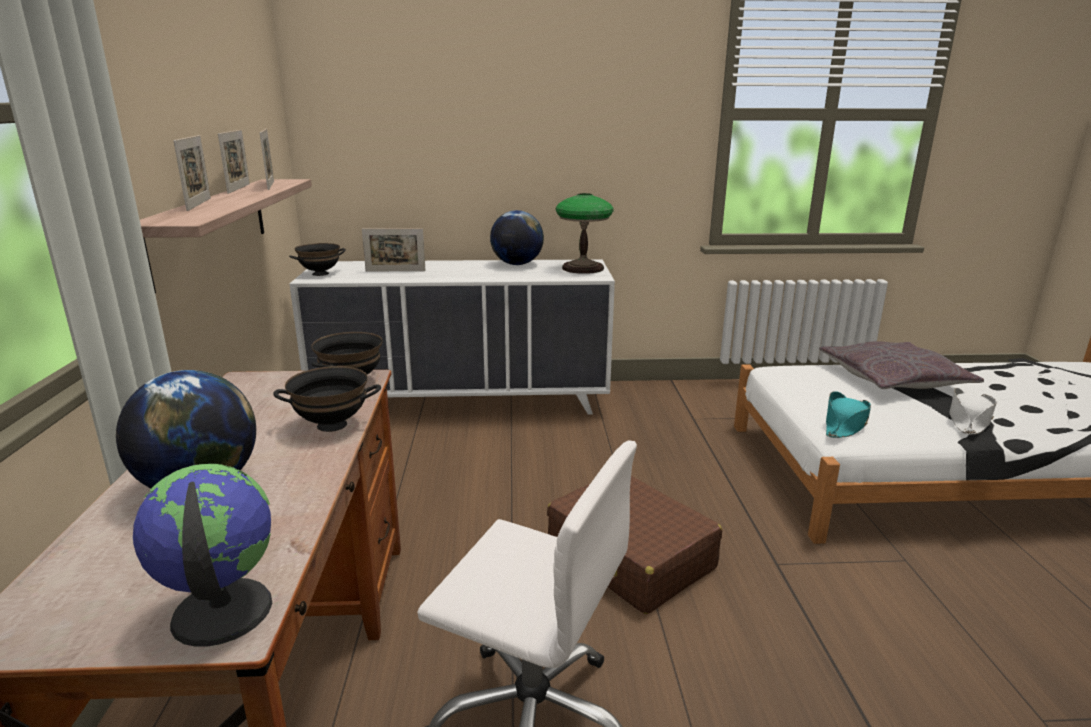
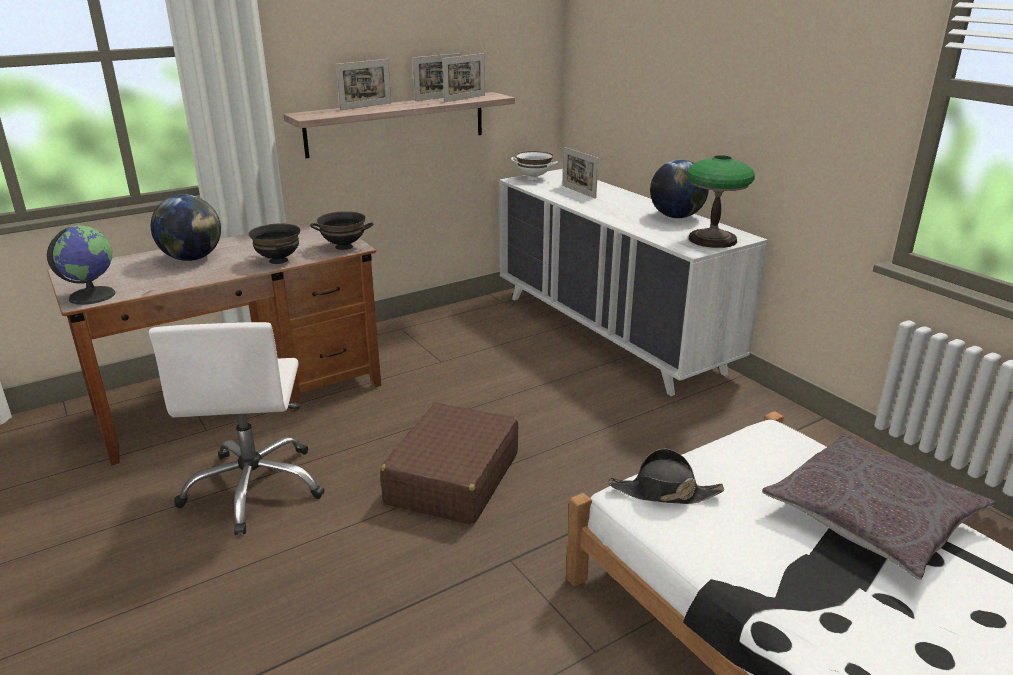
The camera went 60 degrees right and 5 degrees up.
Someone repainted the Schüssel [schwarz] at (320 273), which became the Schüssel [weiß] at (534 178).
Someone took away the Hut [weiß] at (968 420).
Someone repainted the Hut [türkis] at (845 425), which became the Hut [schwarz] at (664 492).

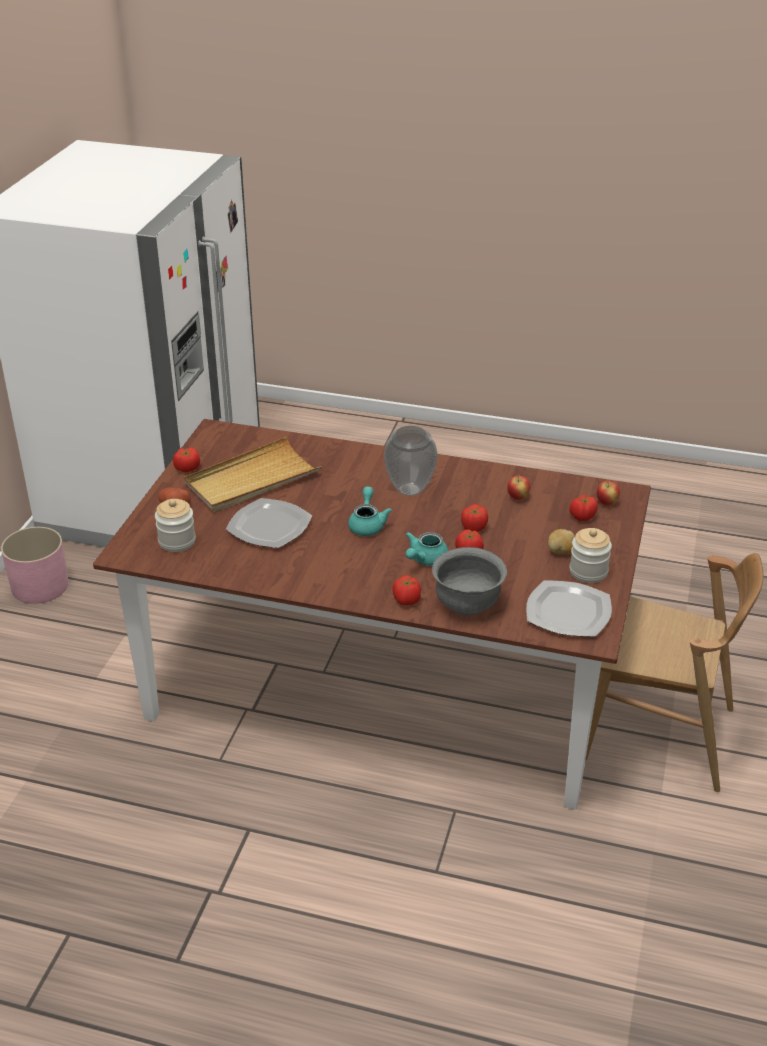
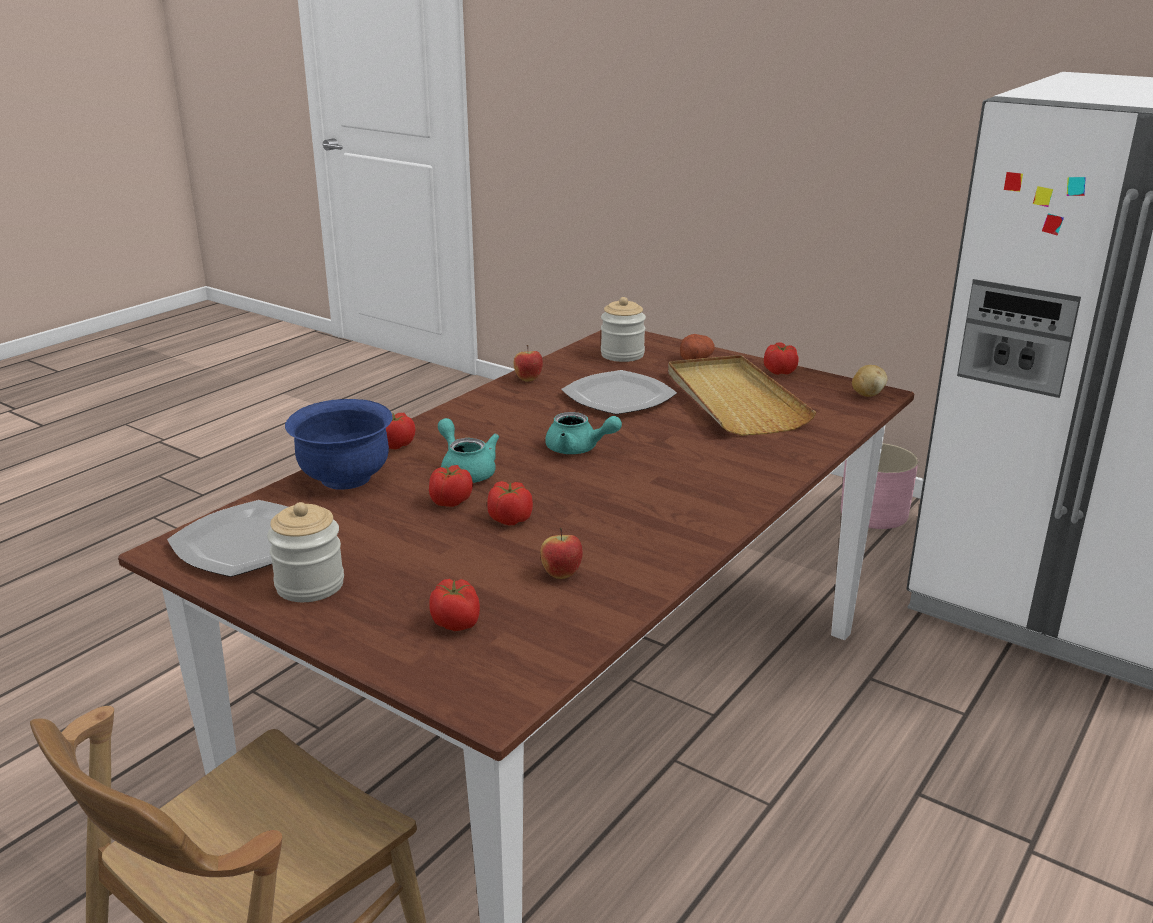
The camera went 110 degrees right and 10 degrees down.
Someone took away the Vase at (411 490).
Someone carried the Apfel from (607 503) to (528 380).
Someone carried the Kartoffel from (561 552) to (867 395).
Someone repainted the Schüssel [grau] at (467 605), which became the Schüssel [blau] at (345 479).

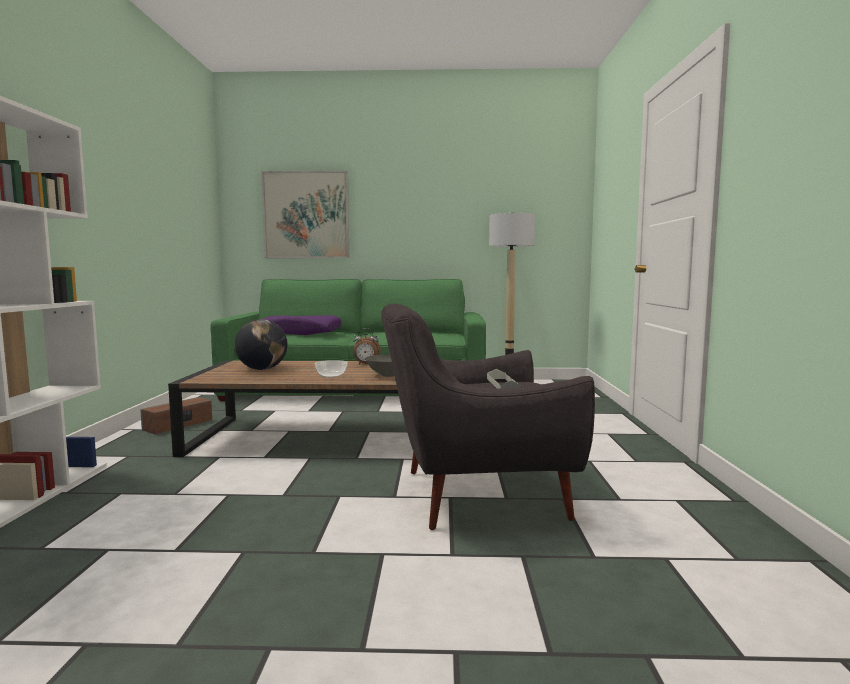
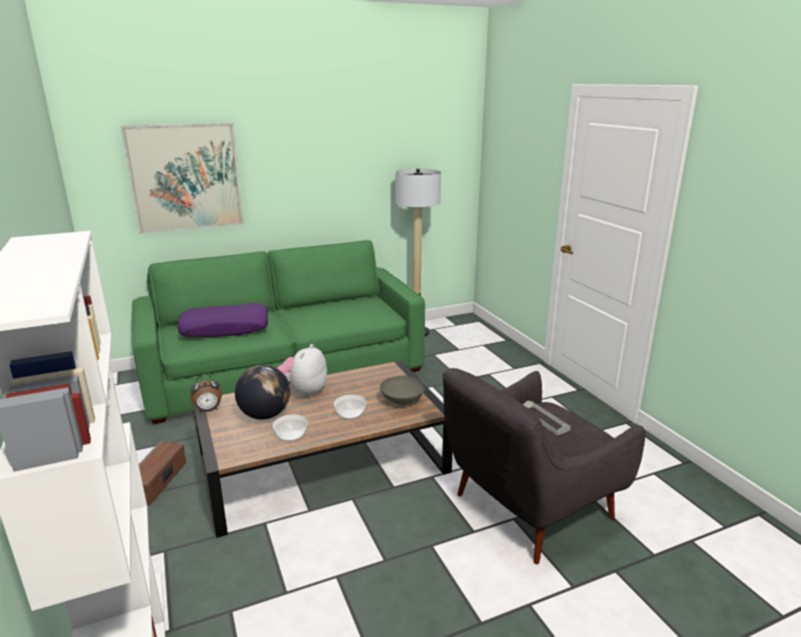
The camera went 25 degrees left and 15 degrees up.
Someone carried the Wecker from (366 364) to (208 410).
Someone put down the Plüschtier at (303 391).
Someone put down the Schüssel at (291 434).

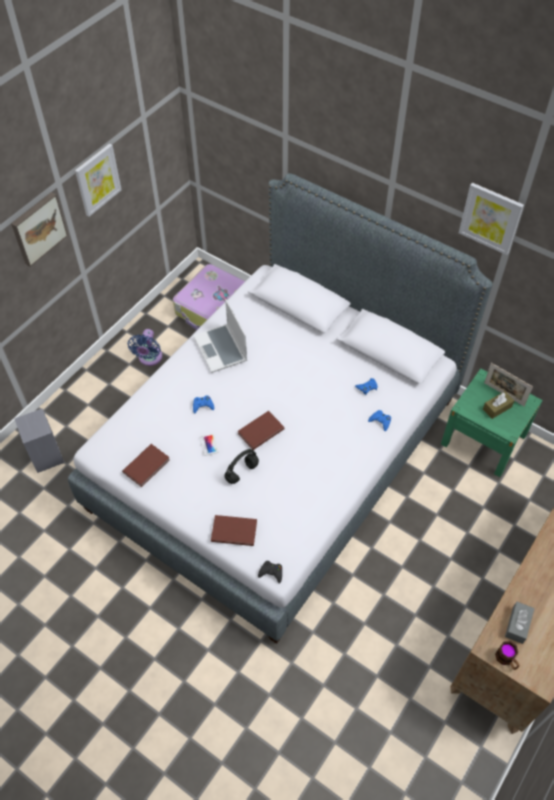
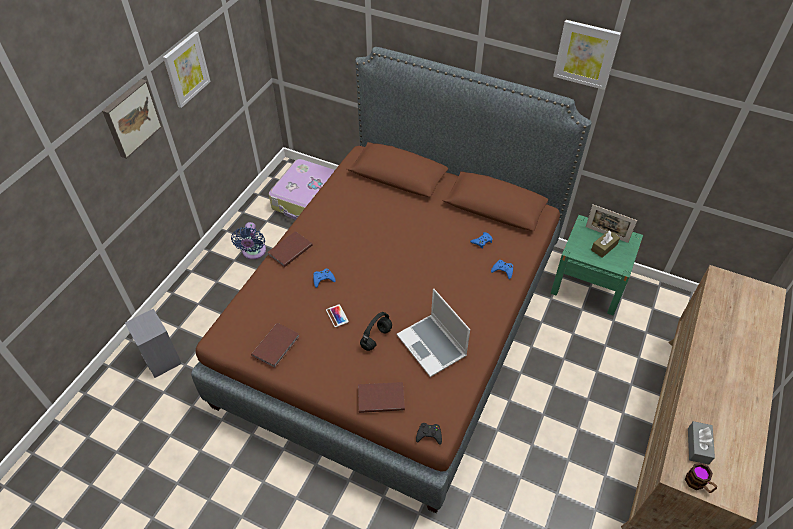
The camera went 10 degrees left and 5 degrees down.
Someone repainted the Bett [grau] at (276 451), which became the Bett [braun] at (395 322).
Someone carried the Laptop from (221 349) to (432 346).
Someone carried the Buch [braun] from (260 431) to (289 250).

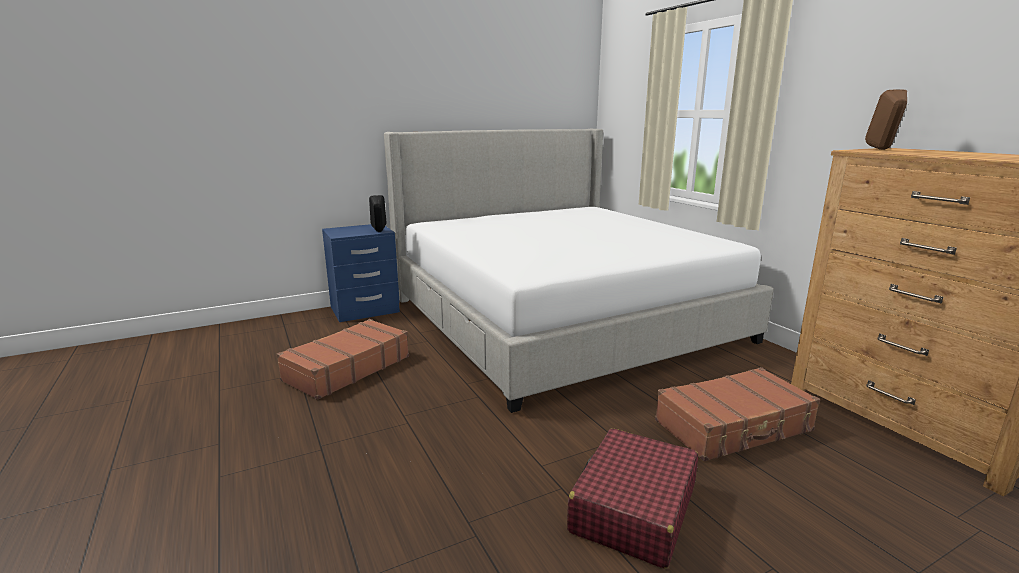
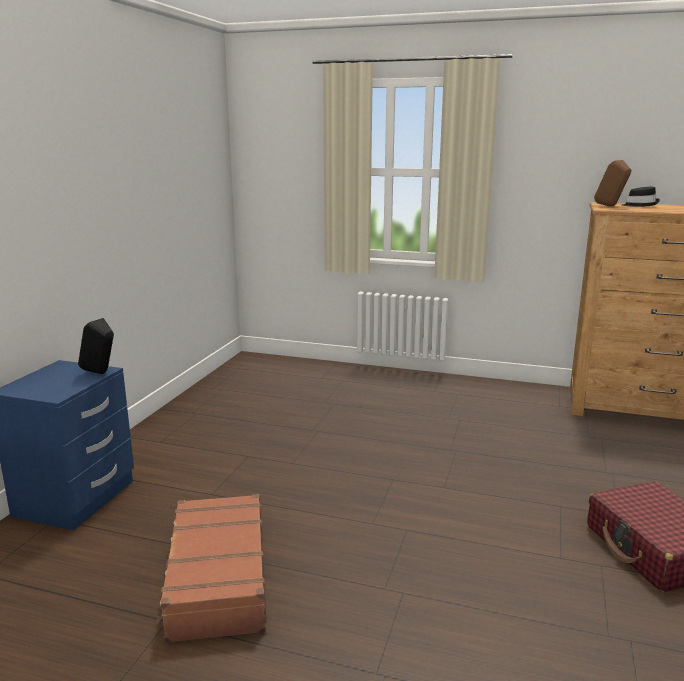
The camera went 45 degrees left and 0 degrees up.
Someone took away the Bett at (559 318).
Someone took away the Koffer [braun] at (734 426).
Someone put down the Hut [schwarz] at (639 205).

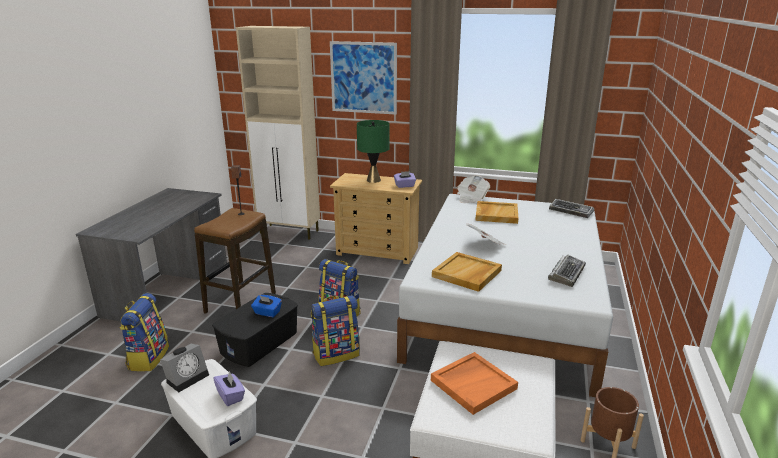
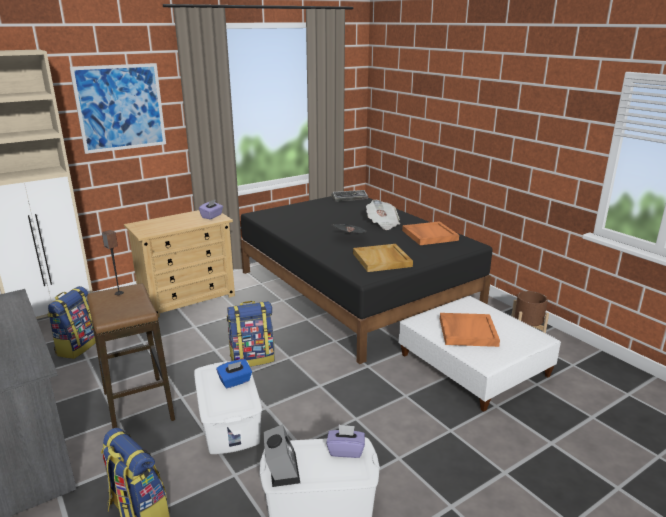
The camera went 50 degrees left and 0 degrees up.
Someone took away the Tischlampe [grün] at (373 180).
Someone carried the Zeitung from (471 198) to (382 224).
Someone repainted the Bett [weiß] at (506 307), which became the Bett [schwarz] at (356 291).
Someone took away the Tablett [beige] at (496 214).
Someone swapped the Tastatur at (566 274) for the Tablett [orange] at (429 235).
Someone repainted the Aufbewahrungsbox [schwarz] at (260 343), which became the Aufbewahrungsbox [weiß] at (230 421).
Someone carried the Rucksack from (336 354) to (77 347).

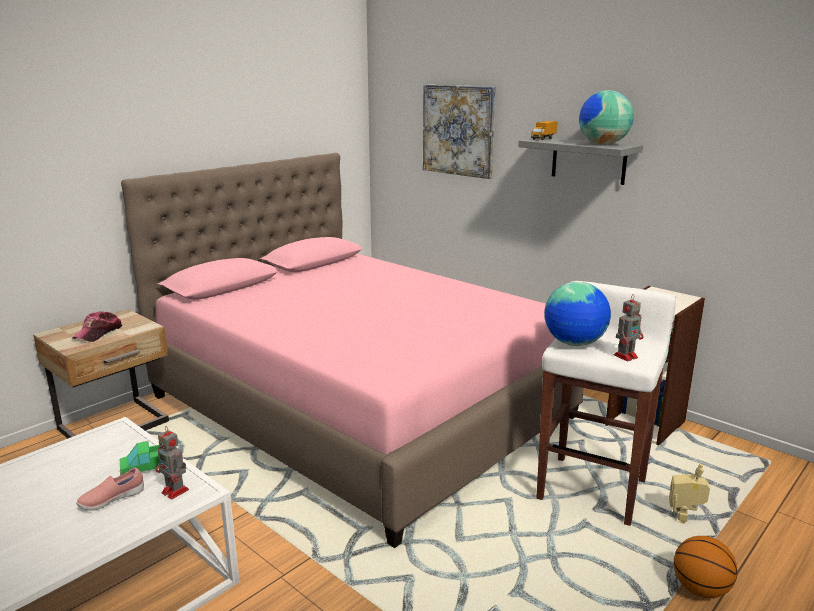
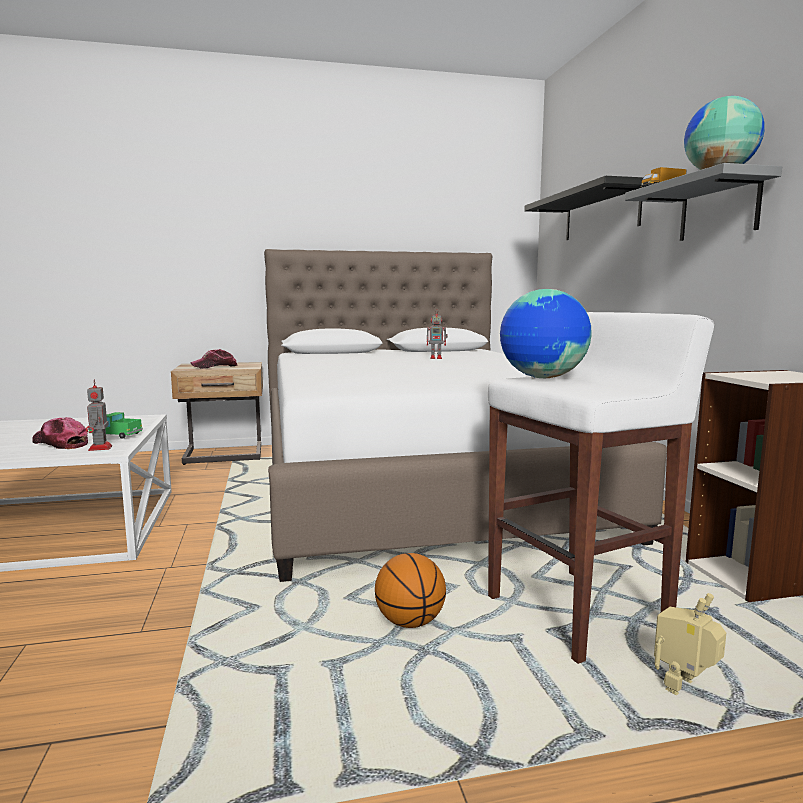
The camera went 35 degrees right and 10 degrees down.
Someone swapped the Bild at (458 130) for the Wandregal [schwarz] at (600 214).
Someone repainted the Bett [rosa] at (359 406), which became the Bett [weiß] at (417 483).
Someone carried the Spielzeugroboter from (626 356) to (437 358).
Someone swapped the Schuh [rosa] at (112 500) for the Kappe at (60 443).
Someone carried the Basketball from (700 589) to (410 622).

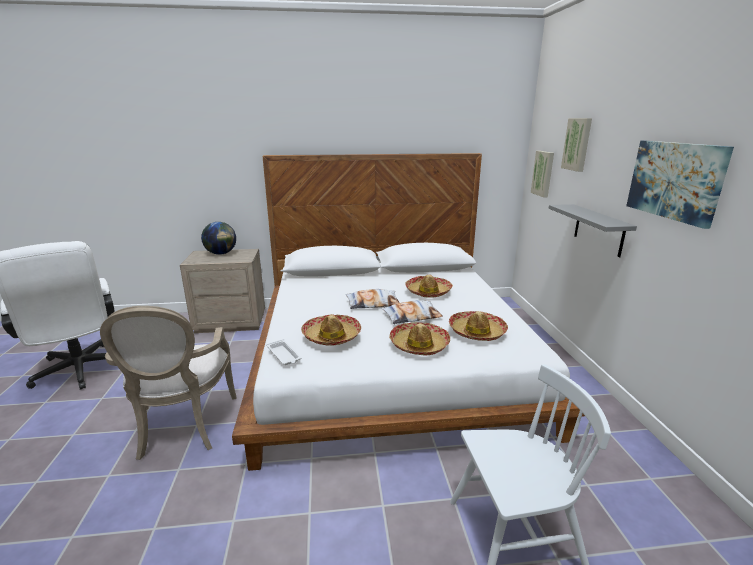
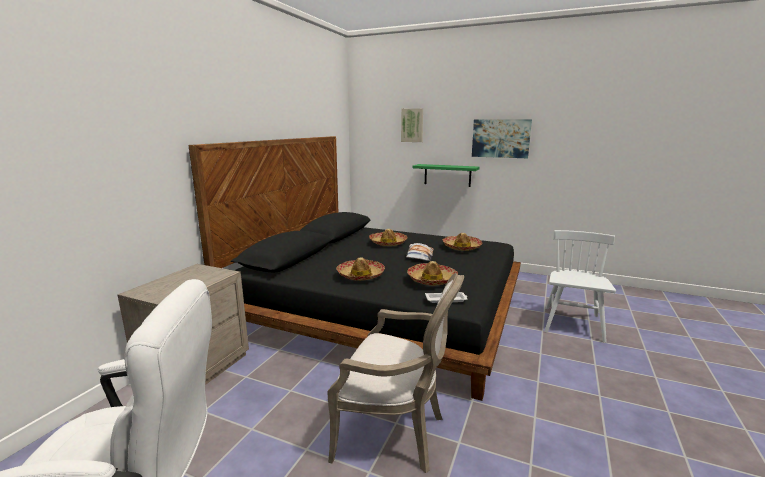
The camera went 60 degrees left and 5 degrees down.
Someone took away the Bild at (543 173).
Someone repainted the Bett [weiß] at (390 359), which became the Bett [schwarz] at (384 307).
Someone repainted the Wandregal [grau] at (598 230), which became the Wandregal [grün] at (447 175).
Someone took away the Globus at (221 253).
Someone took away the Kissen at (373 303).
Someone carried the Hut from (419 345) to (360 275).

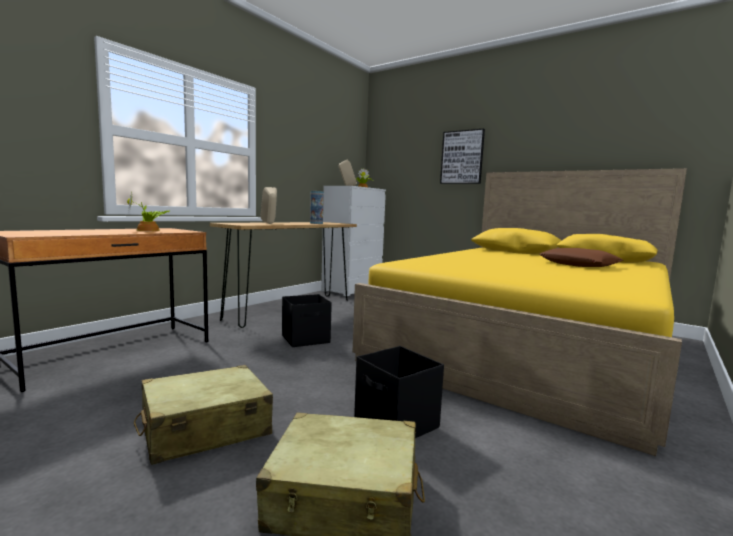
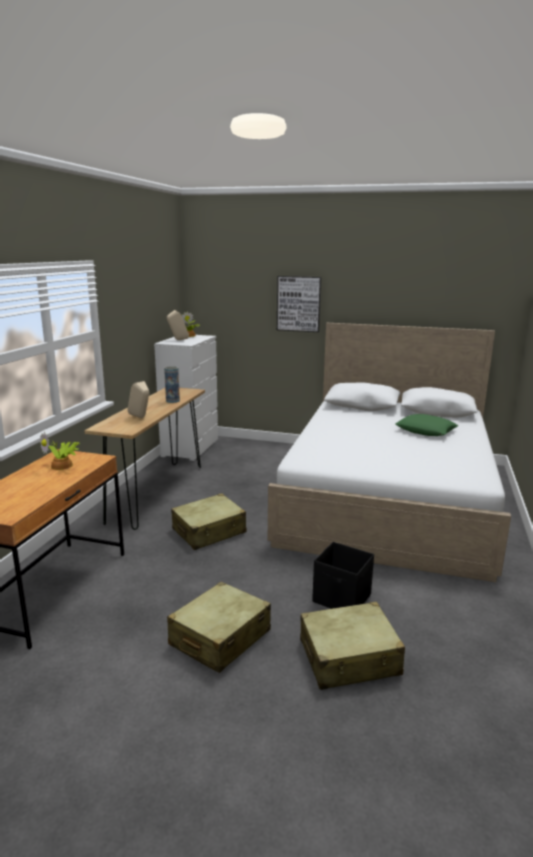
The camera went 20 degrees left and 10 degrees up.
Someone repainted the Bett [gelb] at (529 345), which became the Bett [weiß] at (389 498).
Someone repainted the Kissen [braun] at (578 264), which became the Kissen [grün] at (426 430).
Someone swapped the Aufbewahrungsbox [schwarz] at (306 339) for the Koffer [beige] at (209 531).

